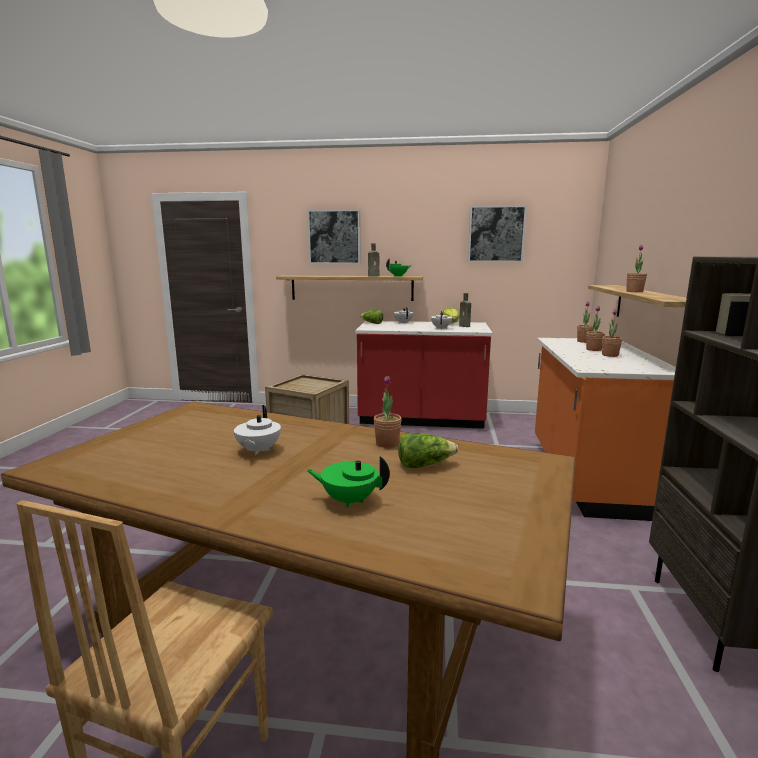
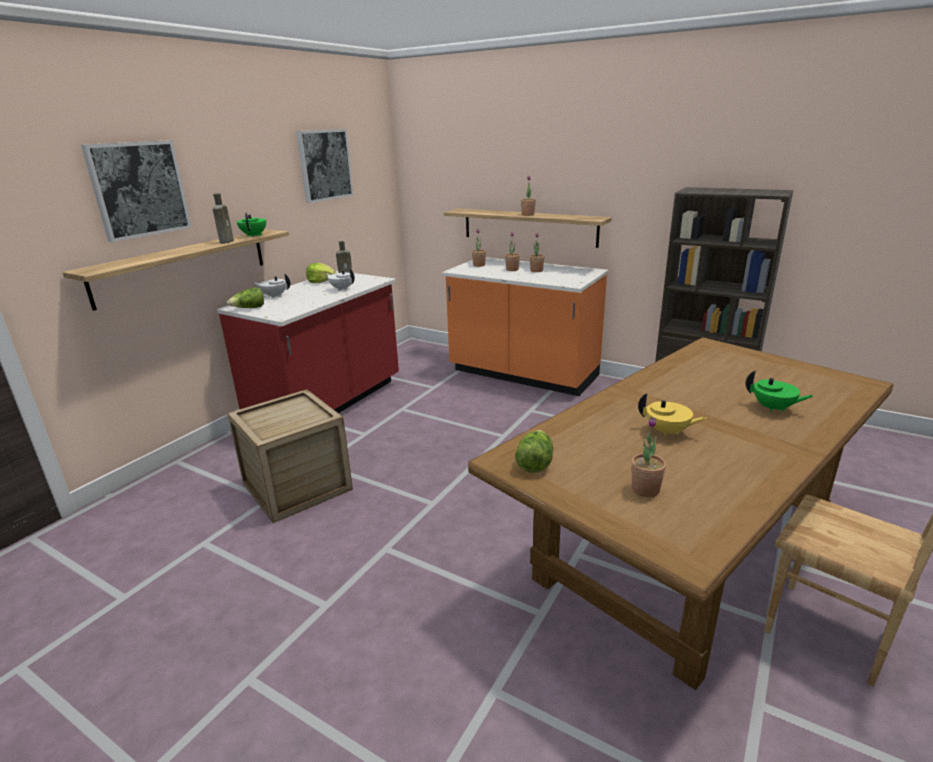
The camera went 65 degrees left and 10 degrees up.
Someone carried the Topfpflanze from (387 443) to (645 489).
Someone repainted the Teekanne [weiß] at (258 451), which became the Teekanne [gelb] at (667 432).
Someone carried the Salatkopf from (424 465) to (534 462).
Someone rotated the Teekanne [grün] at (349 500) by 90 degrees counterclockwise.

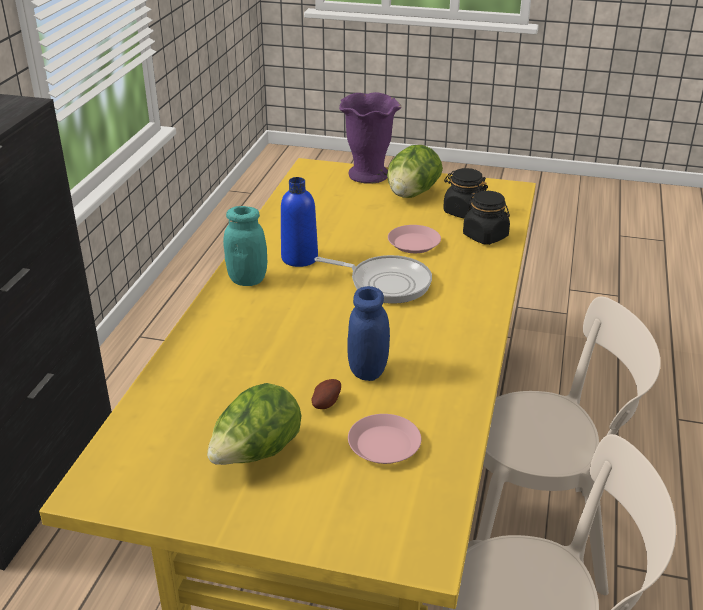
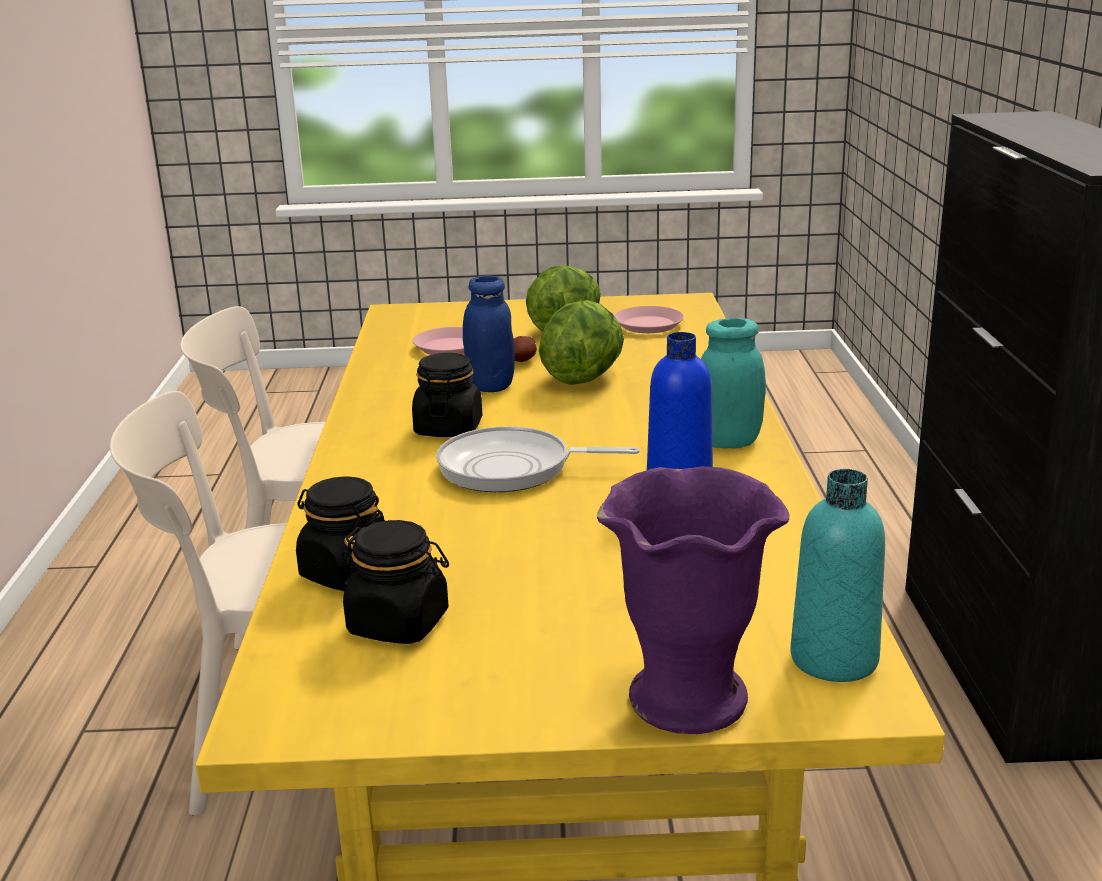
The camera went 165 degrees right and 10 degrees down.
Someone carried the Salatkopf from (412 194) to (583 378).
Someone carried the Teller [rosa] from (413 243) to (648 325).
Someone put down the Vorratsglas [schwarz] at (448 428).
Someone put down the Flasche [türkis] at (834 659).

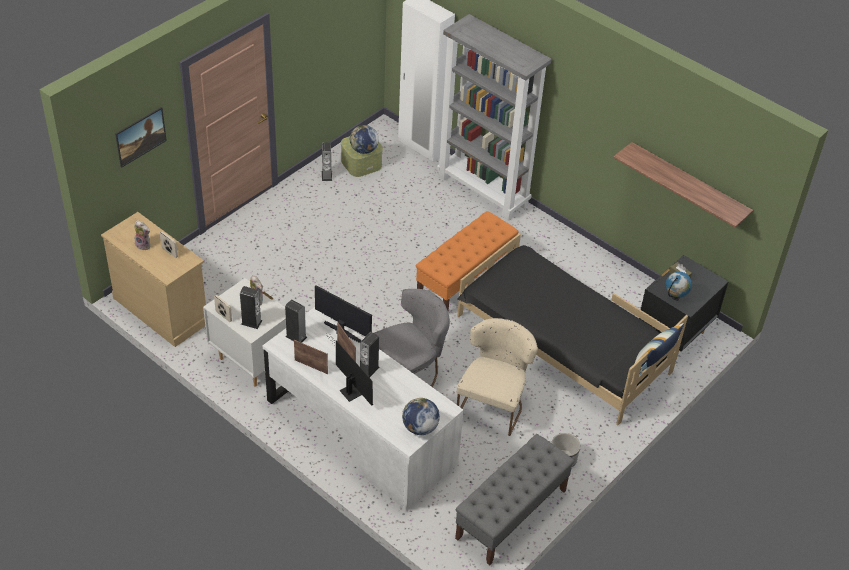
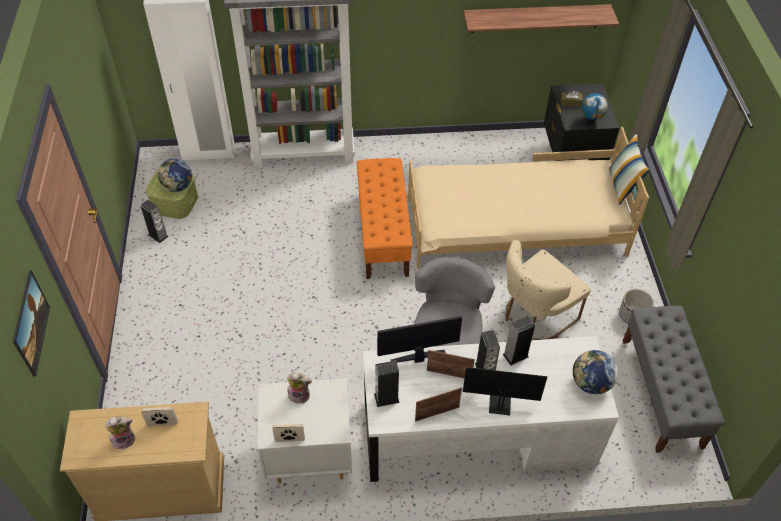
The camera went 45 degrees left and 5 degrees up.
Someone repainted the Bett [schwarz] at (562 343), which became the Bett [beige] at (514 227).
Someone carried the Lautsprecher from (251 322) to (515 355).
Someone rotated the Stuhl [beige] at (493 404) by 105 degrees counterclockwise.

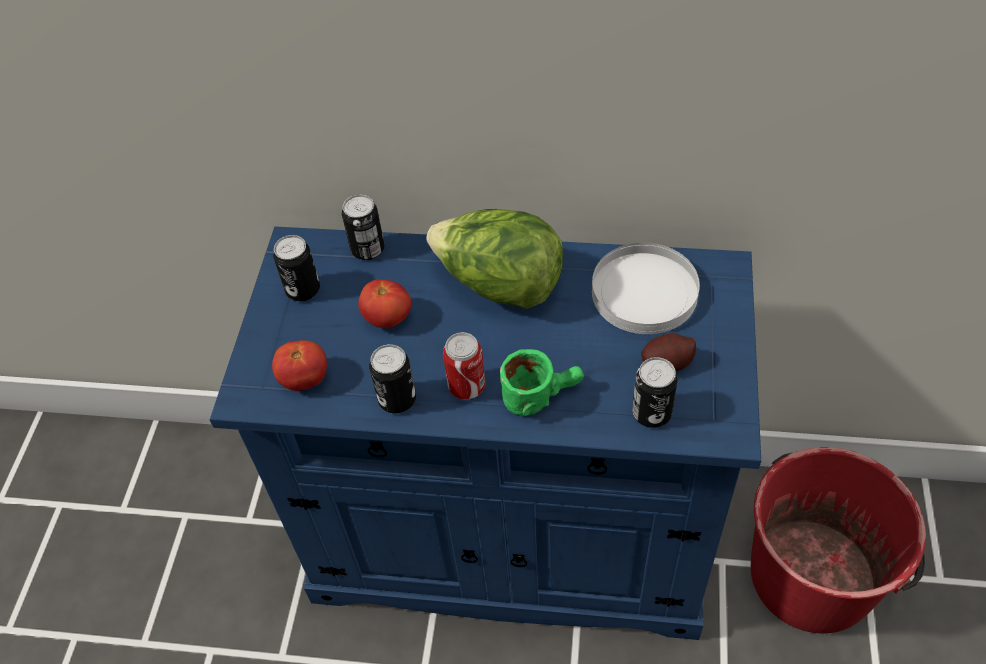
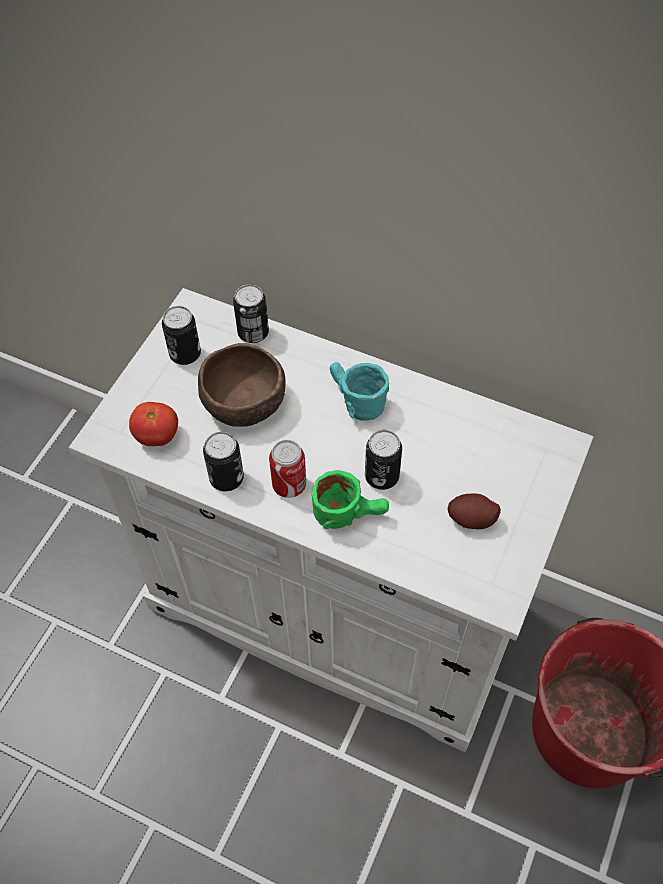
The camera went 15 degrees right and 5 degrees up.
Someone swapped the Salatkopf at (499 285) for the Henkelbecher [türkis] at (353 401).
Someone repainted the Schrank [blau] at (510 538), which became the Schrank [weiß] at (334 607).
Someone took away the Teller [weiß] at (645 292).
Someone swapped the Tomate at (387 319) for the Schüssel [braun] at (246 402).
Someone carried the Dose from (651 413) to (381 476).

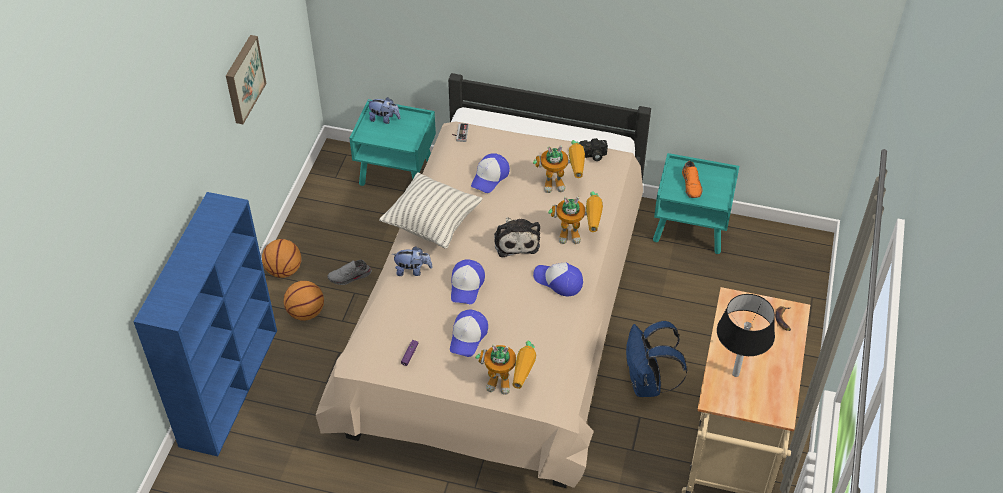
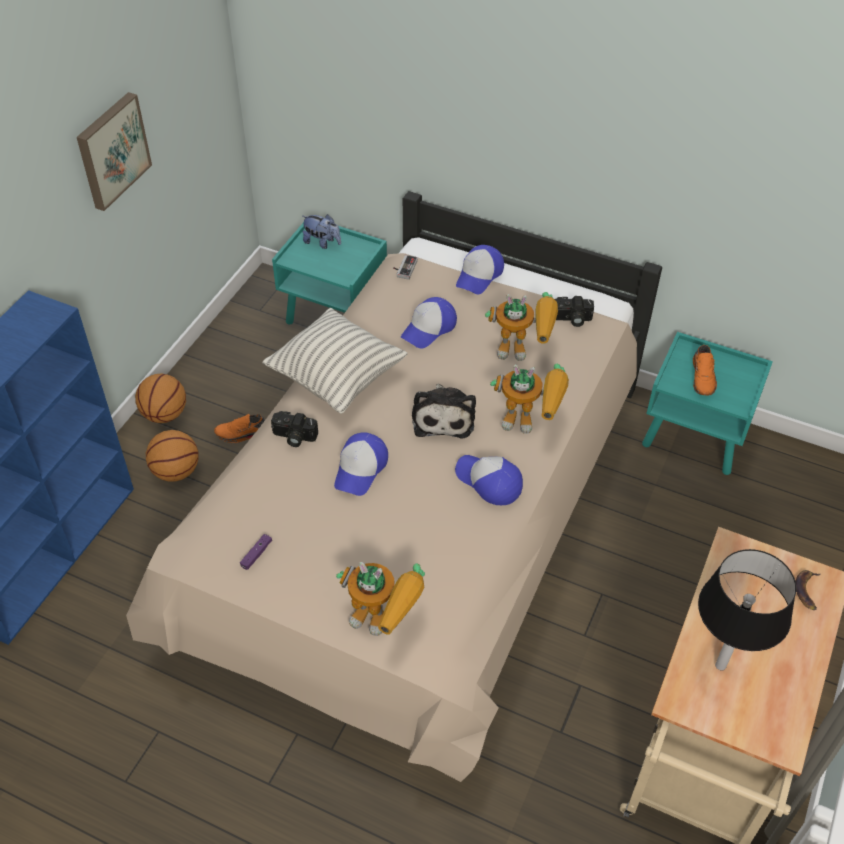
The camera went 10 degrees right and 0 degrees up.
Someone swapped the Plüschtier at (412 270) for the Kamera at (293 437).
Someone repainted the Schuh [grau] at (350 277), which became the Schuh [orange] at (243 434).
Someone carried the Kappe from (468 336) to (479 275).
Someone took away the Rucksack [blau] at (647 384).

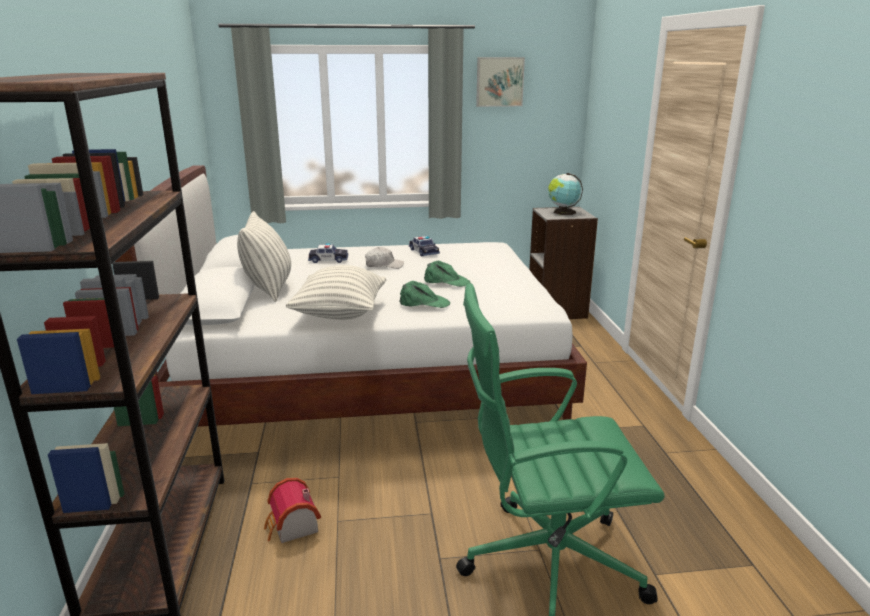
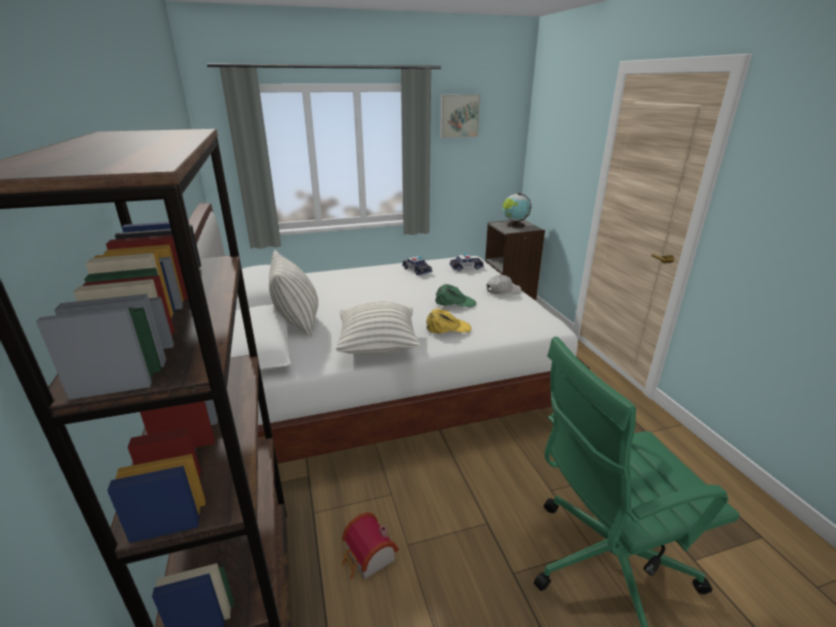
The camera went 10 degrees left and 5 degrees up.
Someone carried the Spielzeugauto from (328 260) to (466 267).
Someone carried the Kappe [weiß] from (384 265) to (503 291).
Someone repainted the Kappe [grün] at (424 303), which became the Kappe [gelb] at (448 327).

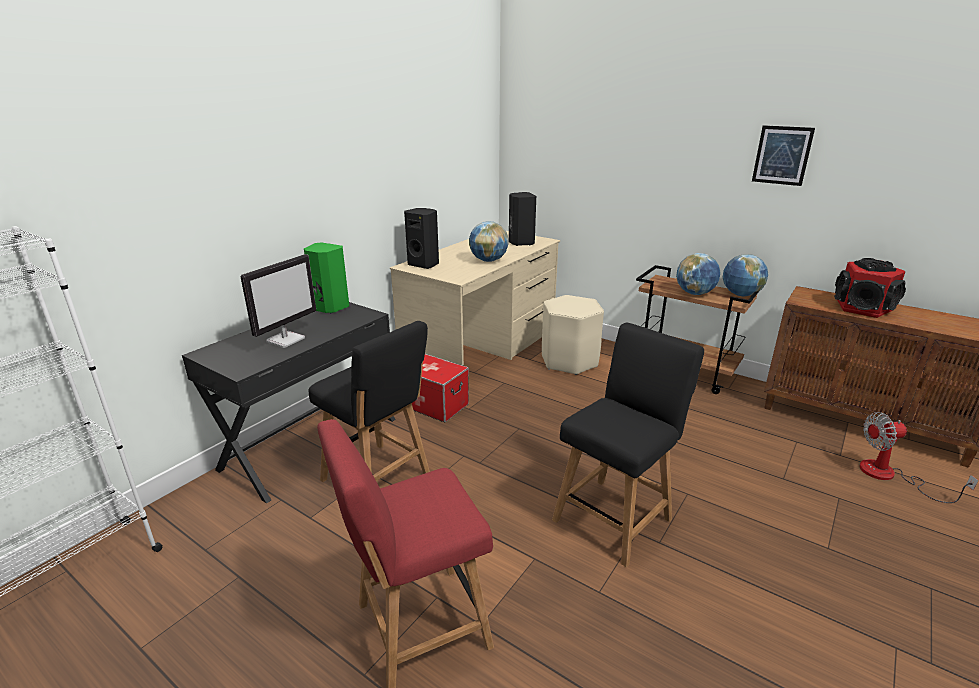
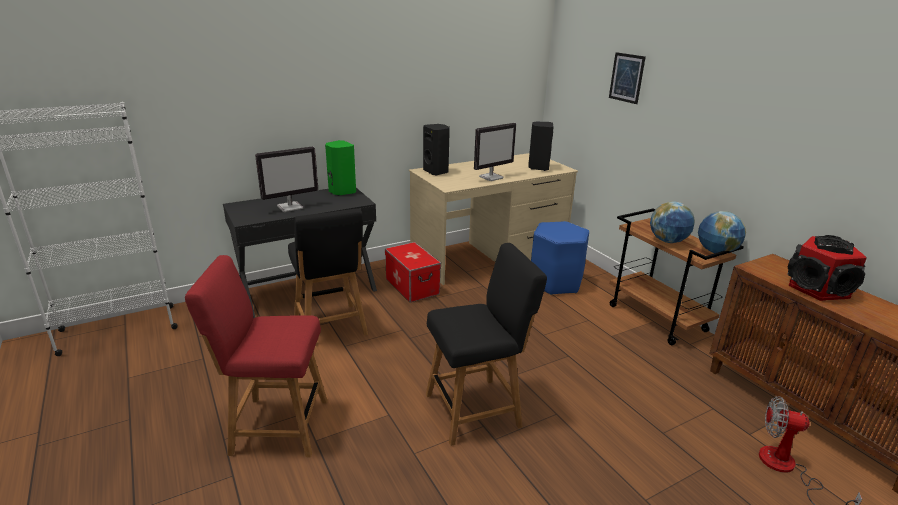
The camera went 25 degrees right and 0 degrees up.
Someone carried the Bild from (782 155) to (626 78).
Someone swapped the Globus at (488 260) for the Monitor at (491 177).
Someone repainted the Hocker [beige] at (569 361), which became the Hocker [blau] at (555 283).

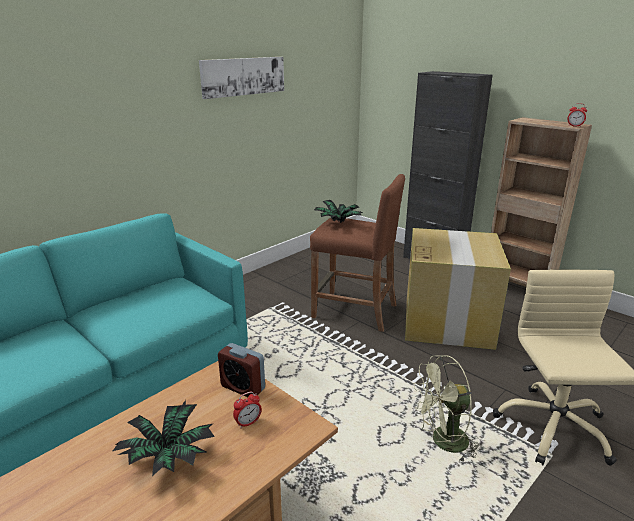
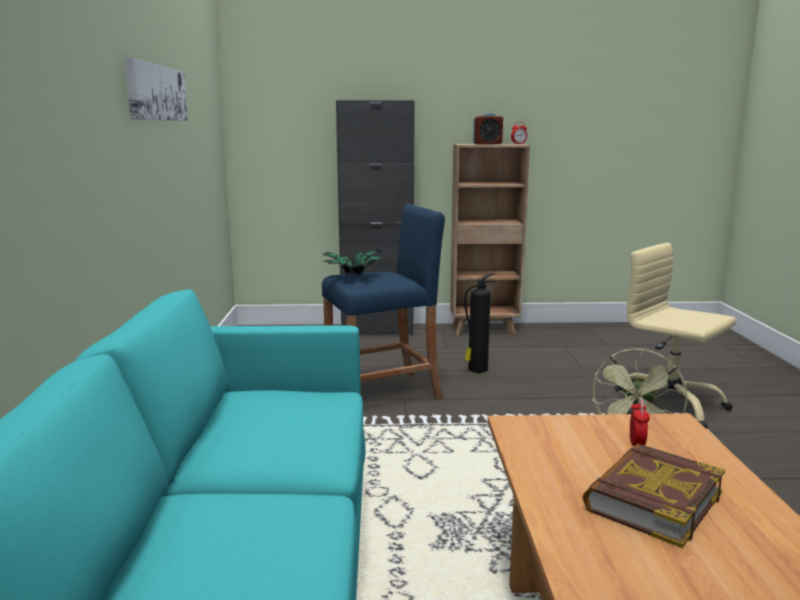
The camera went 45 degrees left and 10 degrees down.
Someone repainted the Hocker [braun] at (354 311), which became the Hocker [blau] at (383 393).
Someone swapped the Karton at (447 321) for the Feuerlöscher at (477 370).
Someone carried the Wecker from (243 387) to (487 144).
Someone swapped the Topfpflanze at (168 457) for the Buch at (652 500).

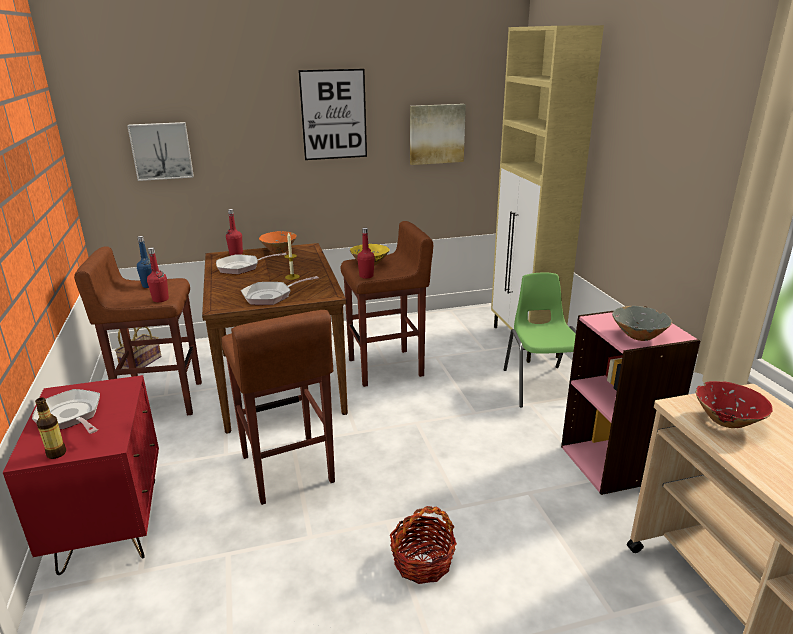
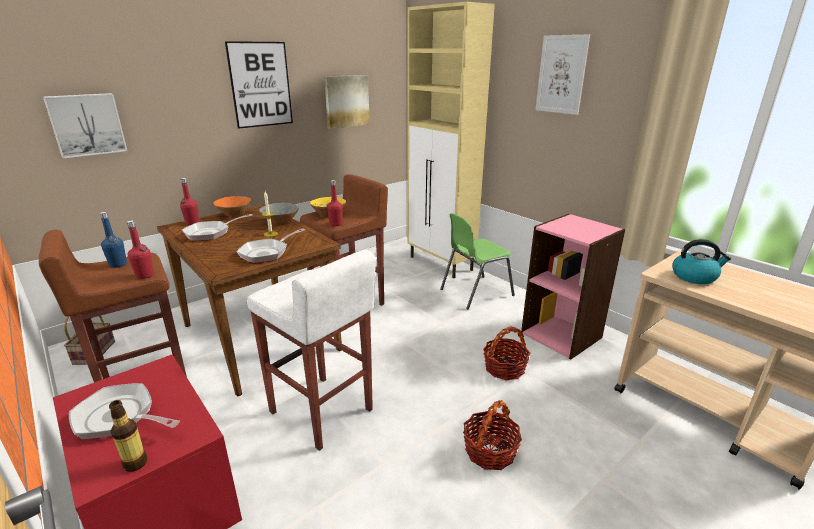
The camera went 25 degrees left and 0 degrees up.
Someone rotated the Stuhl [grün] at (541 385) by 90 degrees counterclockwise.
Someone carried the Schüssel [grau] from (638 336) to (281 222).
Someone repainted the Hocker [braun] at (286 470), which became the Hocker [weiß] at (321 412).
Someone swapped the Schüssel [rot] at (727 421) for the Wasserkessel at (694 277).
Someone put up the Bild at (561 74).
Someone put down the Korb at (504 368).

